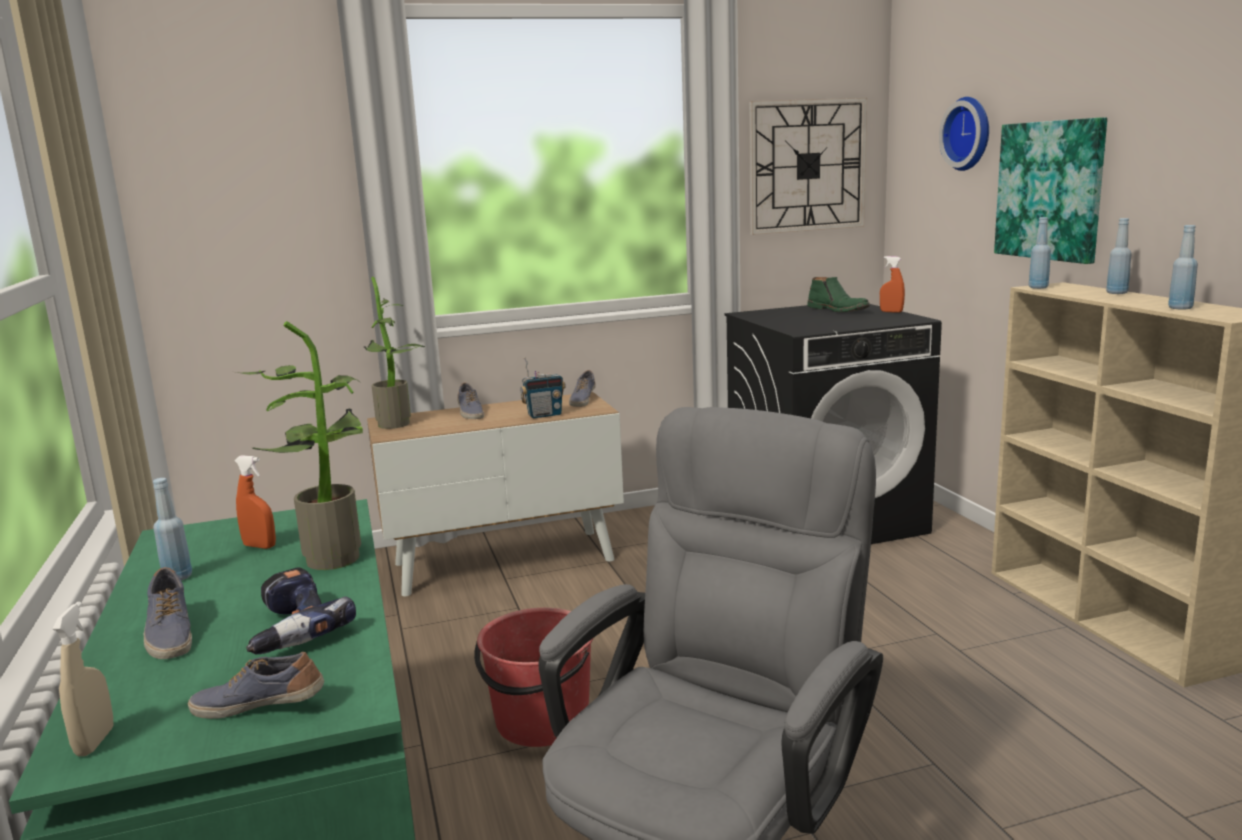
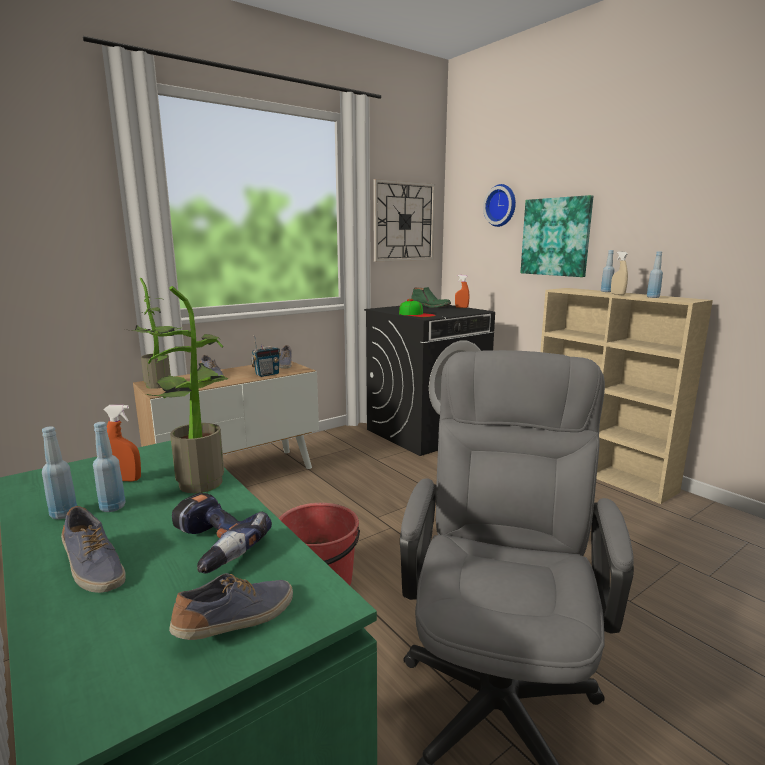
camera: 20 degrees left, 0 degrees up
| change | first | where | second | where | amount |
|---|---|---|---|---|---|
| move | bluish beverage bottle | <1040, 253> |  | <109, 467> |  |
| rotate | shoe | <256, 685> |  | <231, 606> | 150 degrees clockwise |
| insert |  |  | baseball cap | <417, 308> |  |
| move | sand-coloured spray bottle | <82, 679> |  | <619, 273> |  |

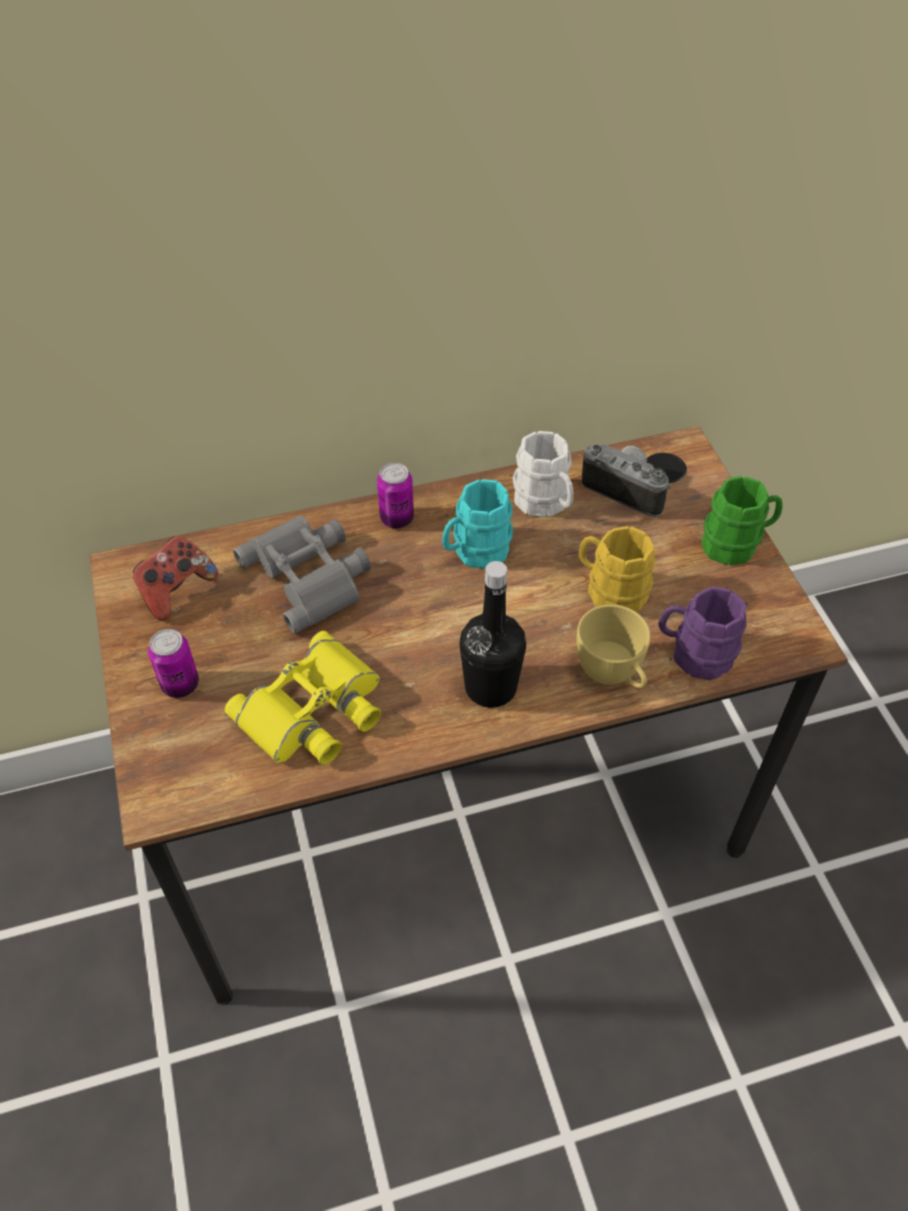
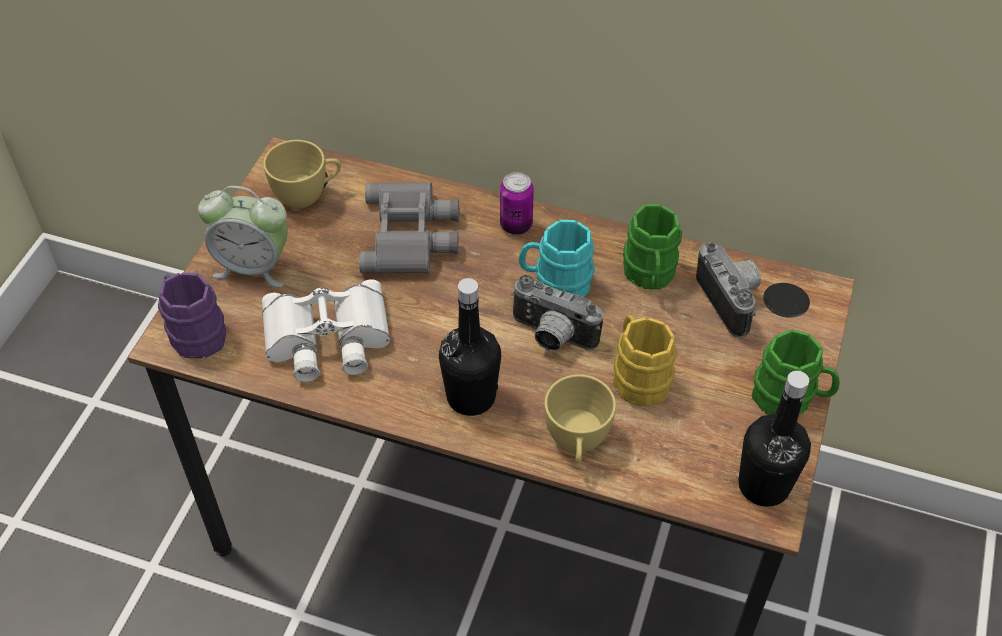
camera: 35 degrees right, 0 degrees up
| change | first | where | second | where | amount |
|---|---|---|---|---|---|
| move | purple tea mug | <703, 633> |  | <192, 315> |  |
| replace | metal can | <173, 663> | alarm clock | <243, 236> |  |
| recolor | yellowish field glasses | <303, 698> | whitish field glasses | <326, 330> |  |
| replace | game controller | <175, 578> | yellowish drinking cup | <302, 174> |  |
| insert |  |  | still camera | <557, 313> |  |
| recolor | whitish tea mug | <543, 474> | green tea mug | <652, 246> |  |
| insert |  |  | black beverage bottle | <774, 439> |  |

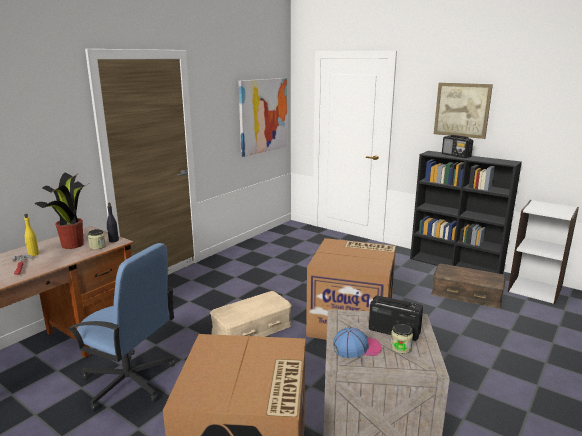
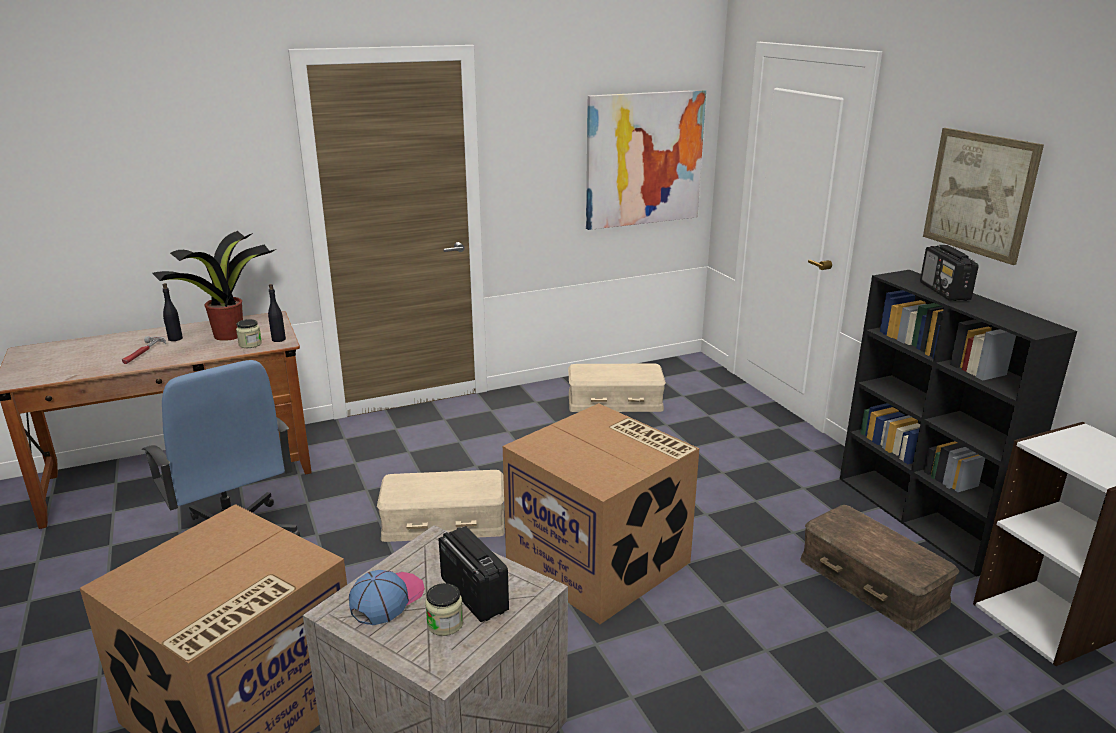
camera: 30 degrees right, 5 degrees up
| change | first | where | second | where | amount |
|---|---|---|---|---|---|
| recolor | yellowish beverage bottle | <31, 235> | black beverage bottle | <172, 312> |  |
| rotate | baseball cap | <357, 342> |  | <387, 597> | 75 degrees counterclockwise |
| insert |  |  | sand-coloured storage box | <617, 388> |  |

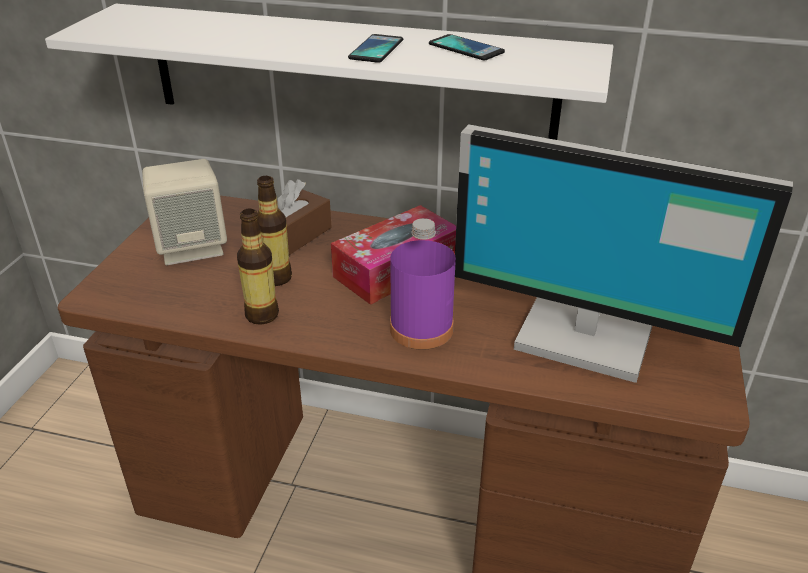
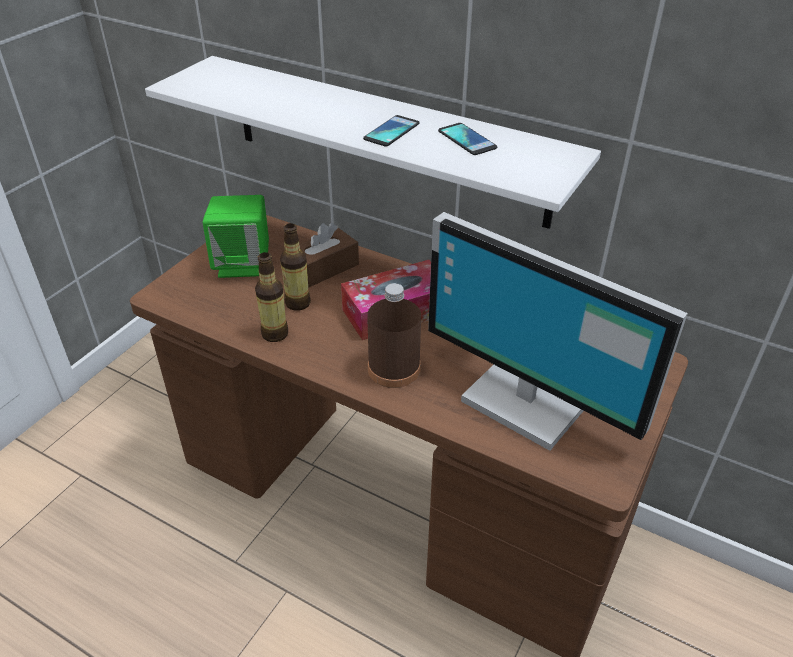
camera: 15 degrees right, 5 degrees up
| change | first | where | second | where | amount |
|---|---|---|---|---|---|
| recolor | sand-coloured audio speaker | <184, 212> | green audio speaker | <236, 236> |  |
| recolor | purple beverage bottle | <423, 284> | brown beverage bottle | <394, 335> |  |

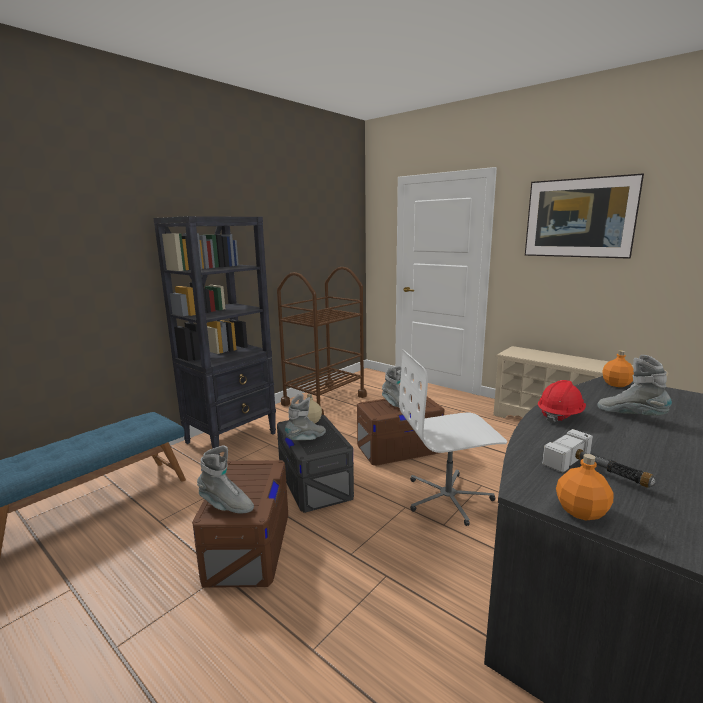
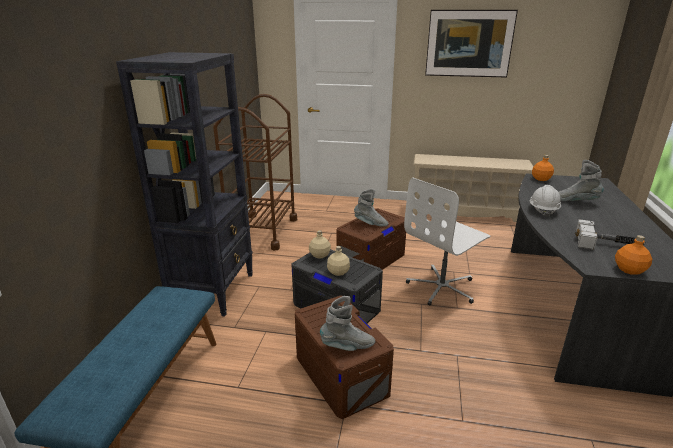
camera: 30 degrees left, 10 degrees up
| change | first | where | second | where | amount |
|---|---|---|---|---|---|
| replace | gray tall boot | <305, 417> | sand-coloured beverage bottle | <338, 261> |  |
| recolor | red hard hat | <562, 401> | whitish hard hat | <545, 201> |  |

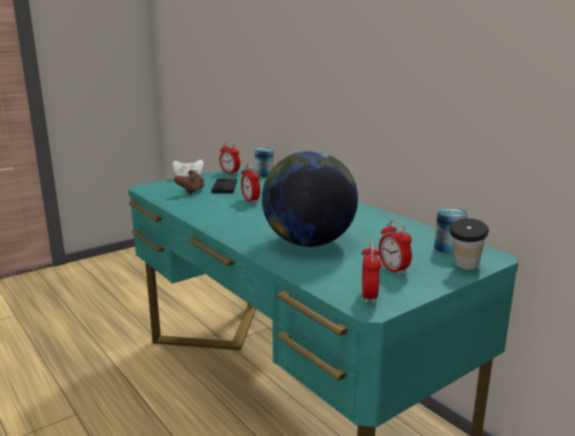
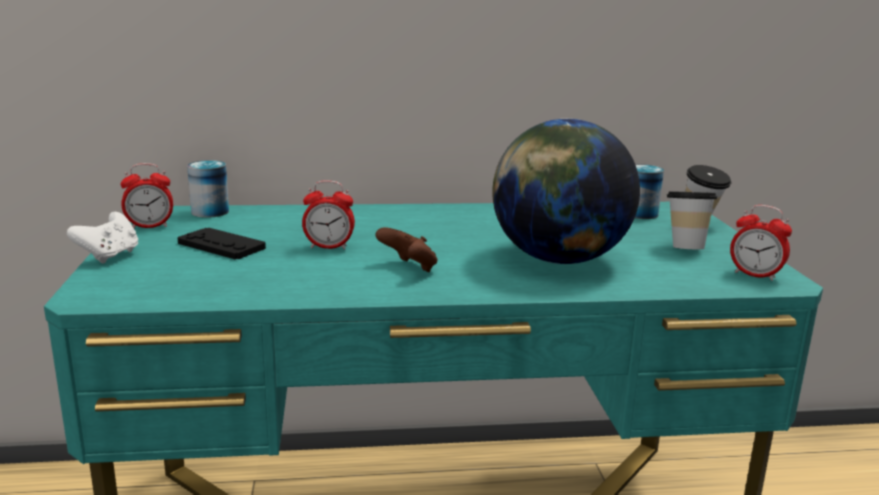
camera: 60 degrees left, 0 degrees up
| change | first | where | second | where | amount |
|---|---|---|---|---|---|
| move | brown game controller | <189, 182> |  | <407, 249> |  |
| replace | alarm clock | <395, 247> | drinking cup | <692, 220> |  |

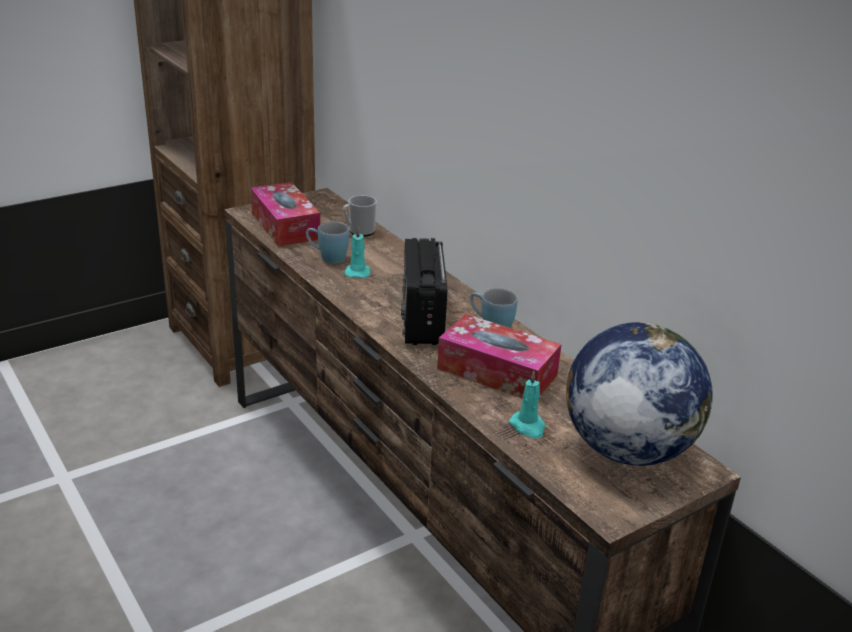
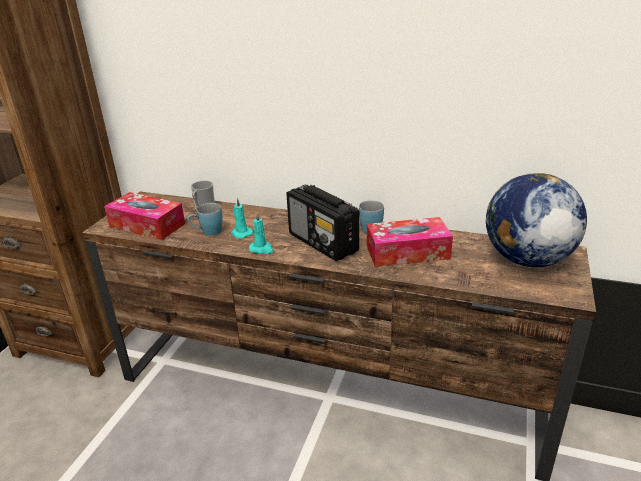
camera: 35 degrees left, 0 degrees up
| change | first | where | second | where | amount |
|---|---|---|---|---|---|
| move | blue-green wax light | <527, 405> |  | <261, 233> |  |

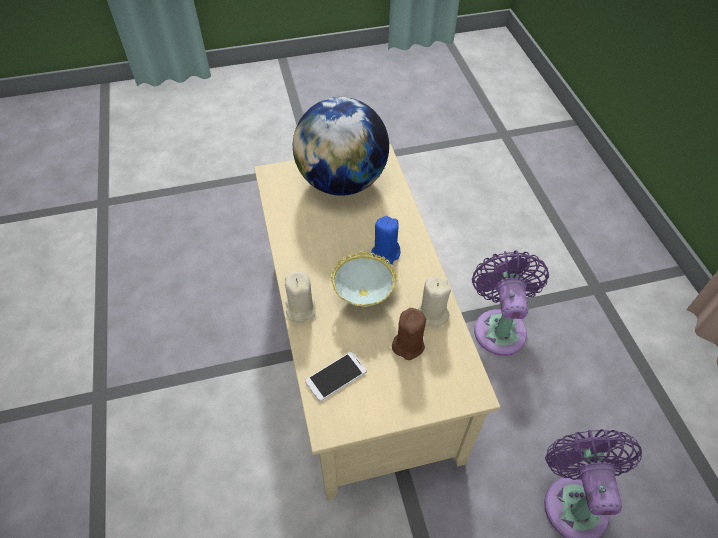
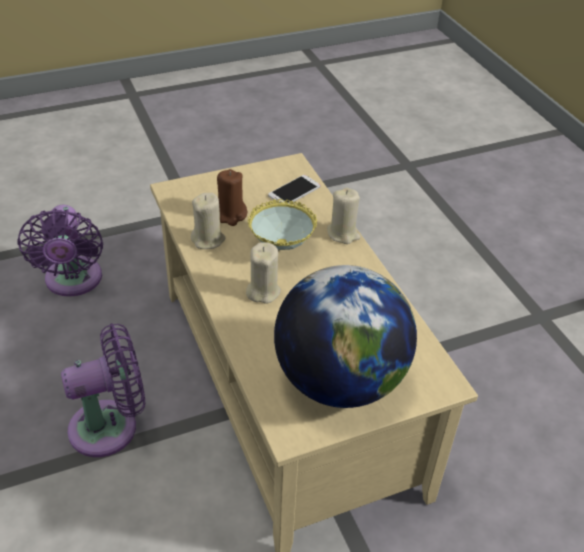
camera: 170 degrees right, 10 degrees down
| change | first | where | second | where | amount |
|---|---|---|---|---|---|
| rotate | purple fan | <510, 303> |  | <103, 390> | 105 degrees counterclockwise |
| recolor | bluish wax light | <385, 240> | sand-coloured wax light | <263, 273> |  |

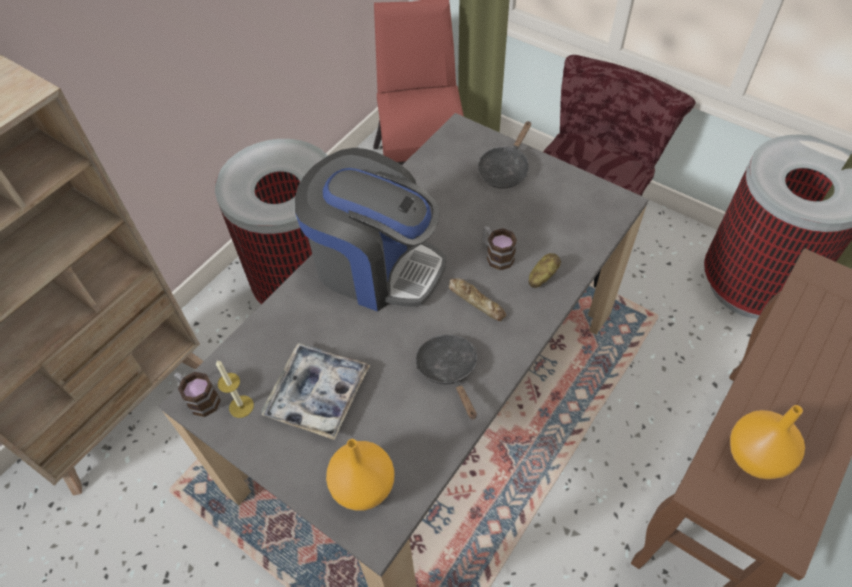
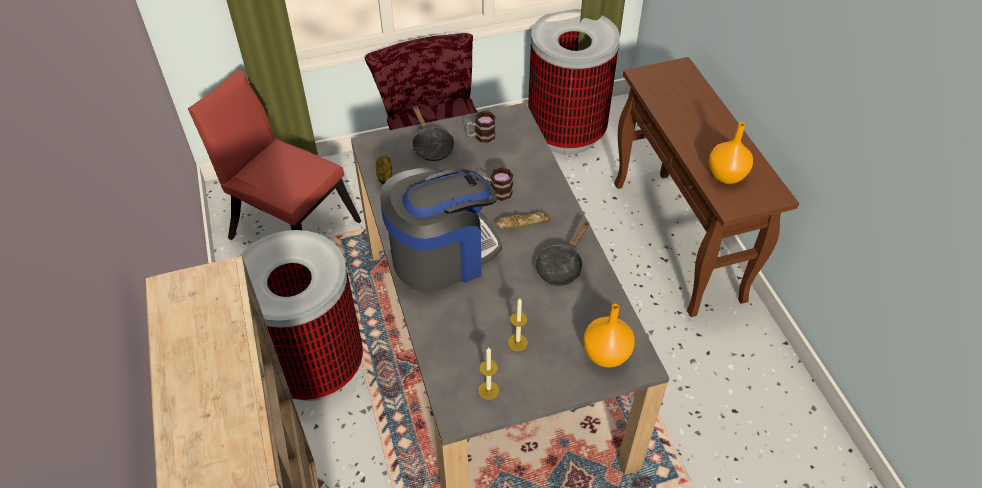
camera: 55 degrees left, 5 degrees down
| change | first | where | second | where | amount |
|---|---|---|---|---|---|
| move | potato | <545, 270> |  | <384, 170> |  |
| move | tea mug | <197, 394> |  | <480, 127> |  |
| replace | serving tray | <315, 391> | wax light | <518, 324> |  |
| rotate | black pan | <446, 376> |  | <562, 253> | 75 degrees counterclockwise |

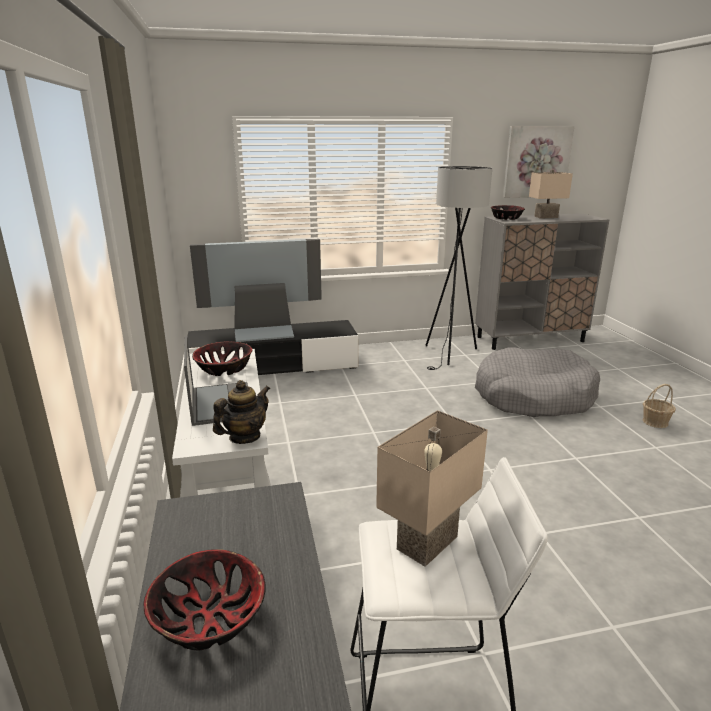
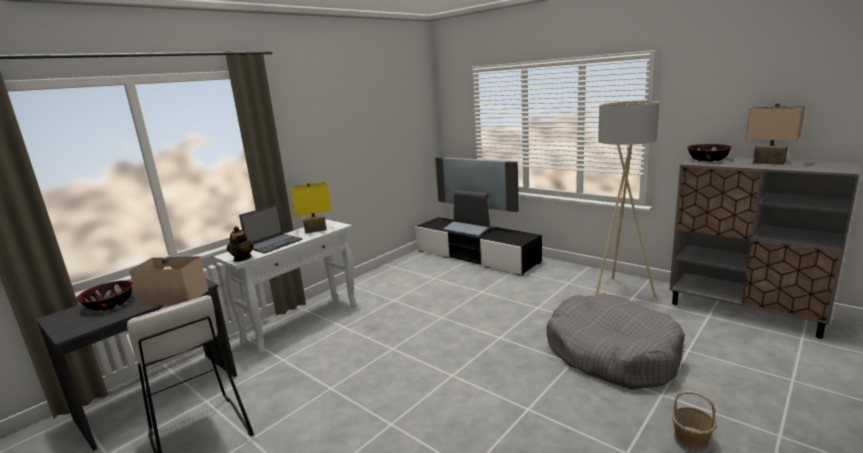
camera: 55 degrees right, 5 degrees down
| change | first | where | second | where | amount |
|---|---|---|---|---|---|
| rotate | teapot | <241, 412> |  | <240, 244> | 105 degrees counterclockwise |
| replace | bowl | <222, 358> | yellowish table lamp | <310, 208> |  |
| recolor | black standard lamp | <458, 268> | sand-coloured standard lamp | <615, 199> |  |
| delete | wall picture | <538, 162> |  |  |  |

